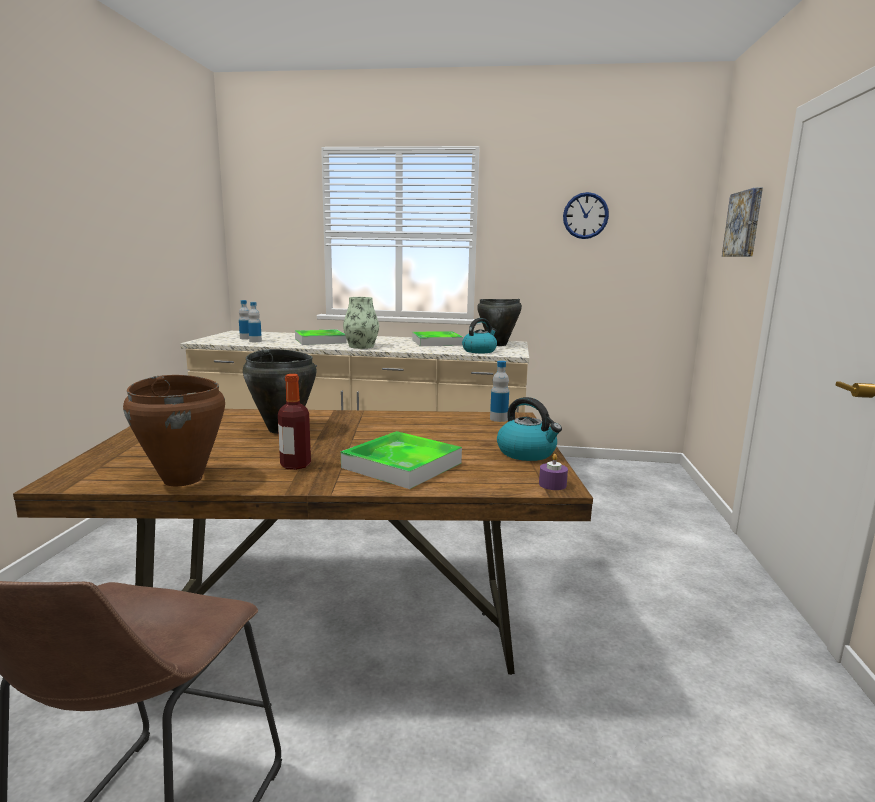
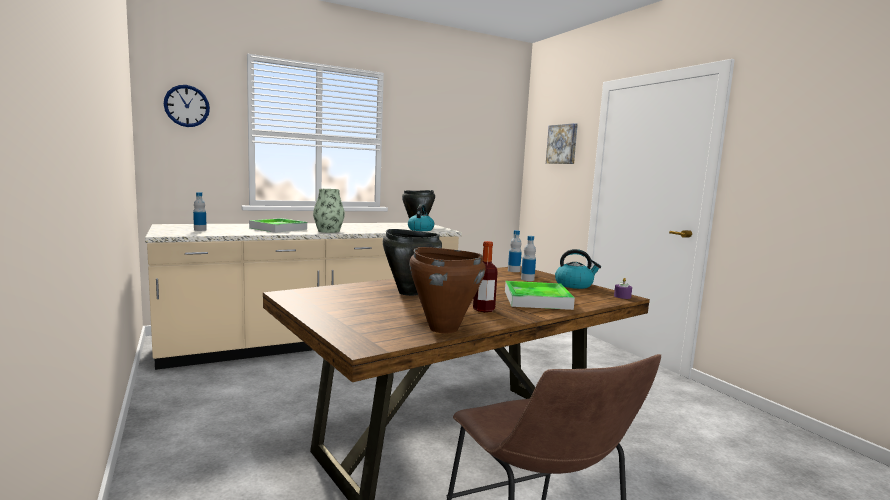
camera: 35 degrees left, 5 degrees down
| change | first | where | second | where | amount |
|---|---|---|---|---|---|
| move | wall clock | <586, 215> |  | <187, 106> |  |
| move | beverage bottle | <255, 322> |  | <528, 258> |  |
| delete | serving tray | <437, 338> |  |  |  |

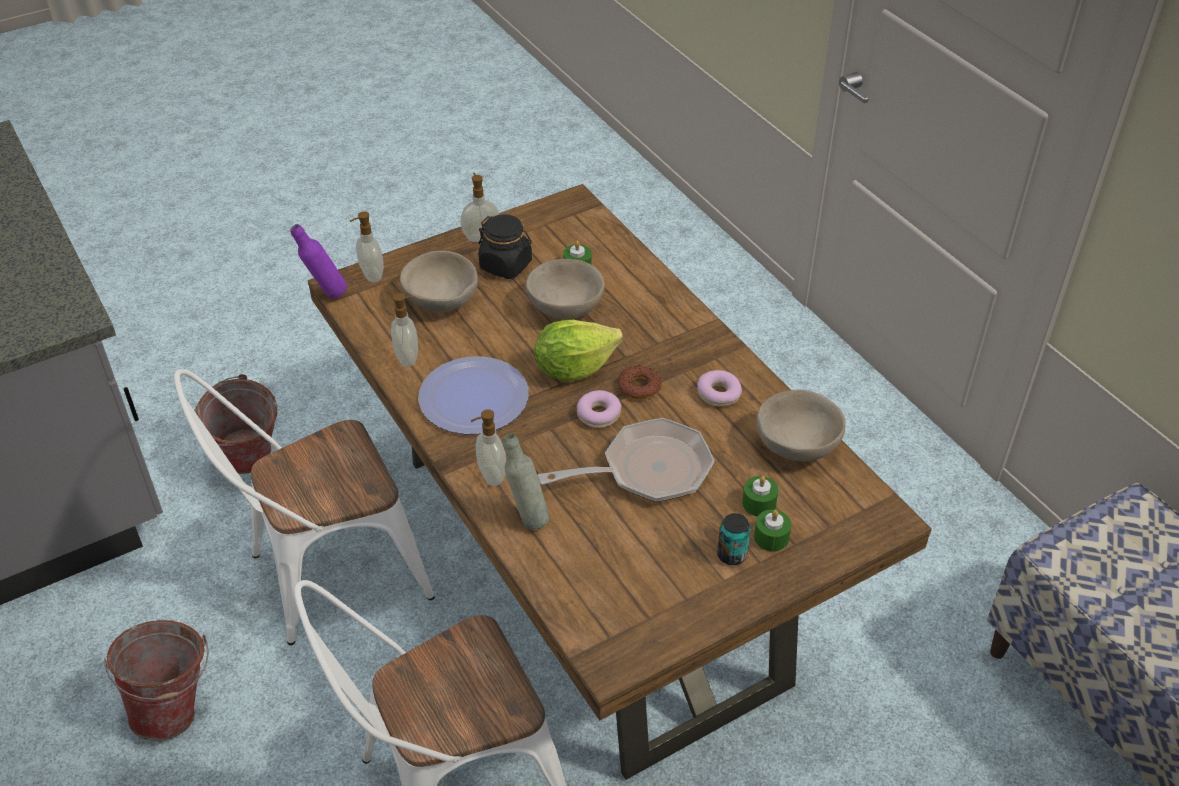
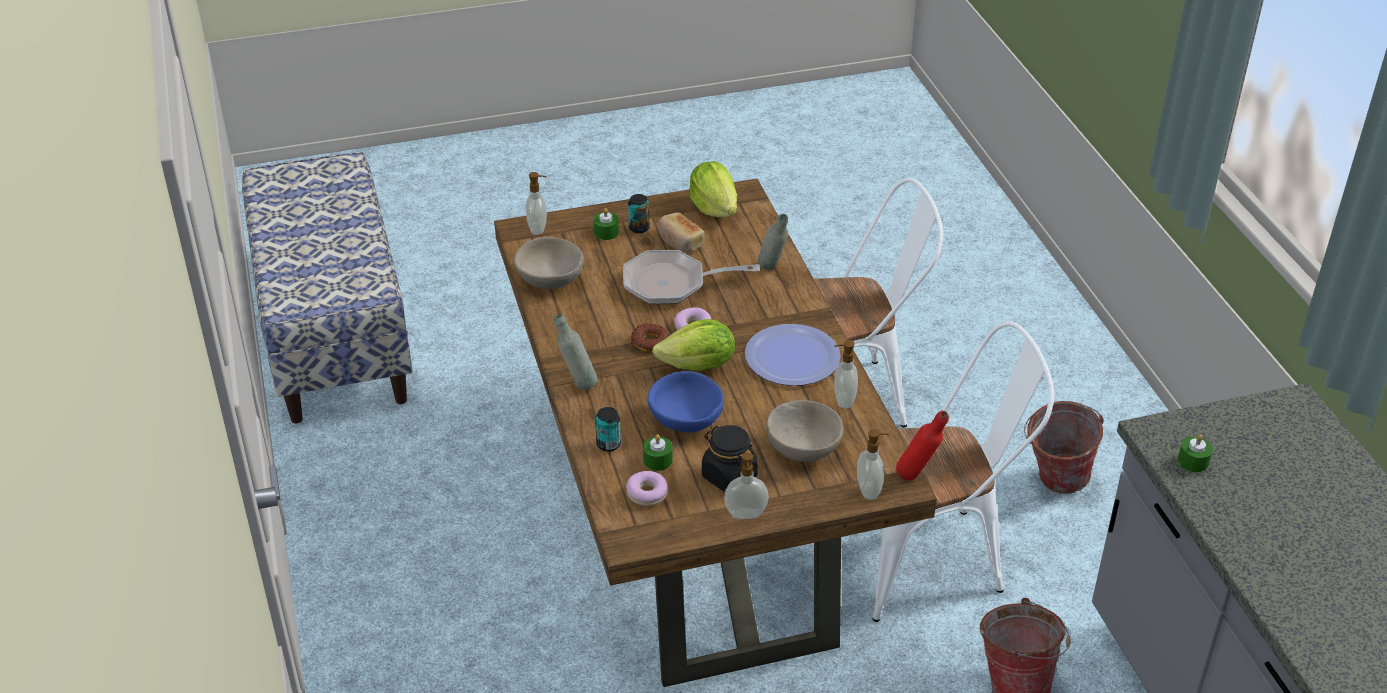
camera: 165 degrees left, 5 degrees down
| change | first | where | second | where | amount |
|---|---|---|---|---|---|
| move | liquid soap bottle | <488, 447> |  | <536, 203> |  |
| insert |  |  | gray beverage bottle | <576, 351> |  |
| insert |  |  | metal can | <608, 429> |  |
| move | ring doughnut | <719, 388> |  | <647, 488> |  |
| recolor | sand-coloured bowl | <565, 289> | bluish bowl | <686, 402> |  |
| insert |  |  | bakery bread | <681, 232> |  |
| insert |  |  | lettuce | <713, 189> |  |
| recolor | purple beverage bottle | <318, 261> | red beverage bottle | <922, 446> |  |
| move | green wax light | <760, 496> |  | <1195, 453> |  |

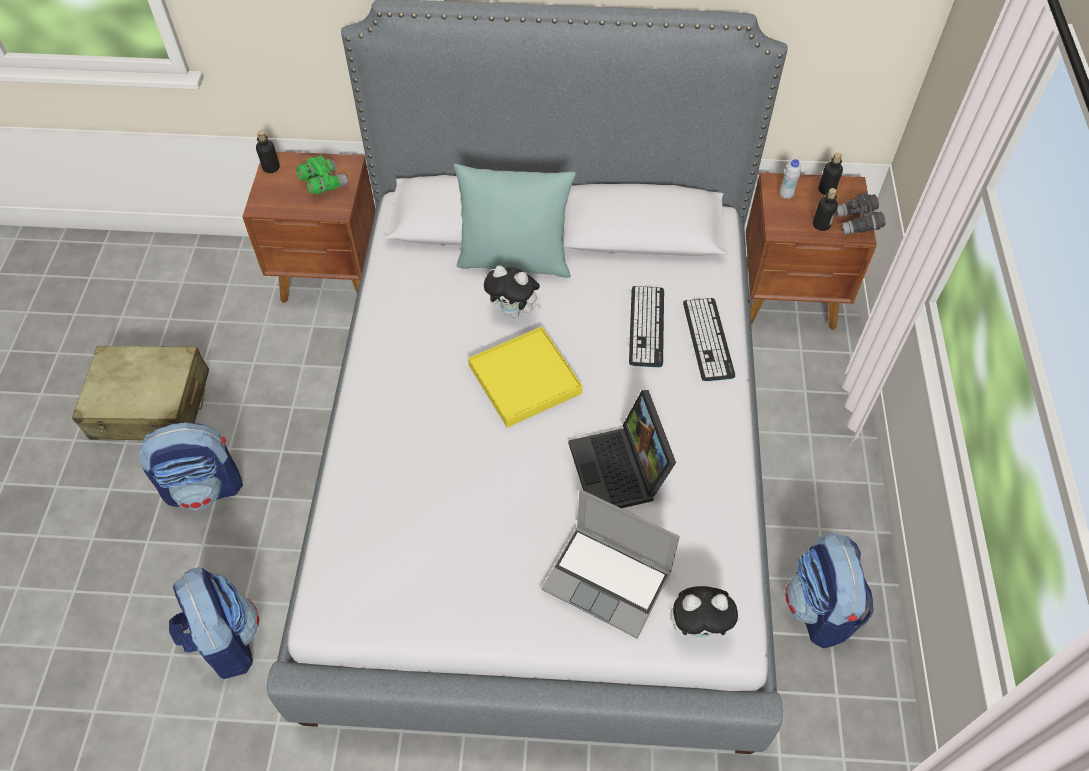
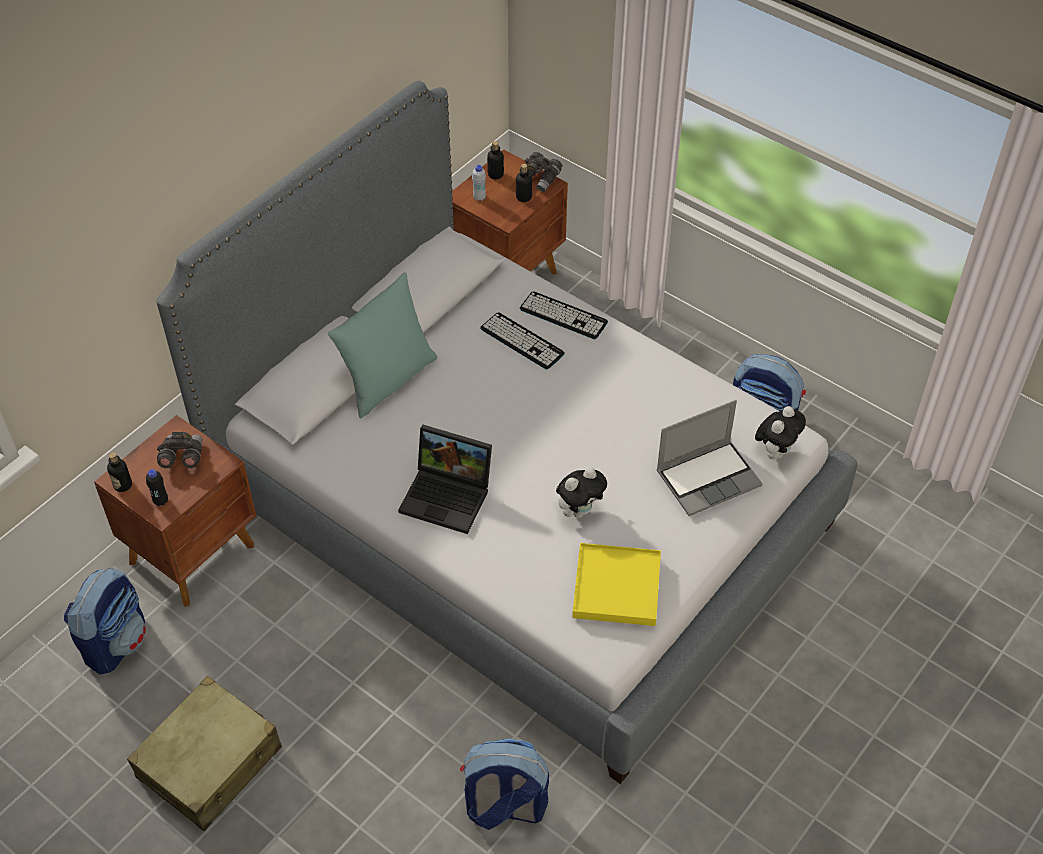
camera: 55 degrees left, 5 degrees down
| change | first | where | second | where | amount |
|---|---|---|---|---|---|
| move | backpack | <191, 466> |  | <105, 621> |  |
| insert |  |  | black beverage bottle | <157, 487> |  |
| recolor | green field glasses | <322, 174> | gray field glasses | <180, 450> |  |
| move | laptop | <622, 449> |  | <445, 479> |  |
| move | plush toy | <513, 291> |  | <581, 492> |  |
| move | yellowish serving tray | <525, 377> |  | <616, 584> |  |

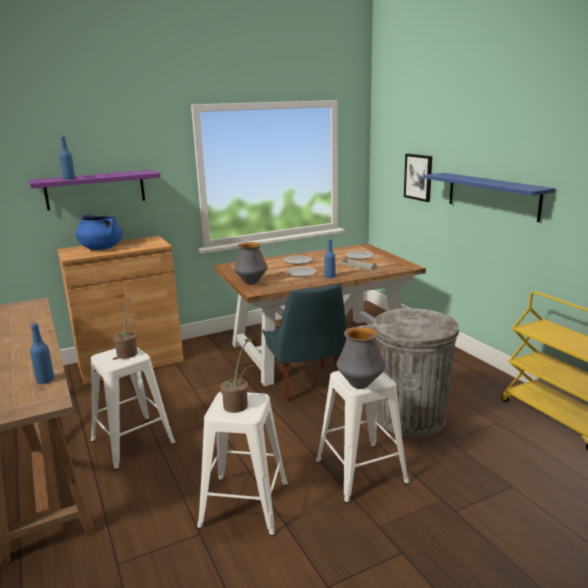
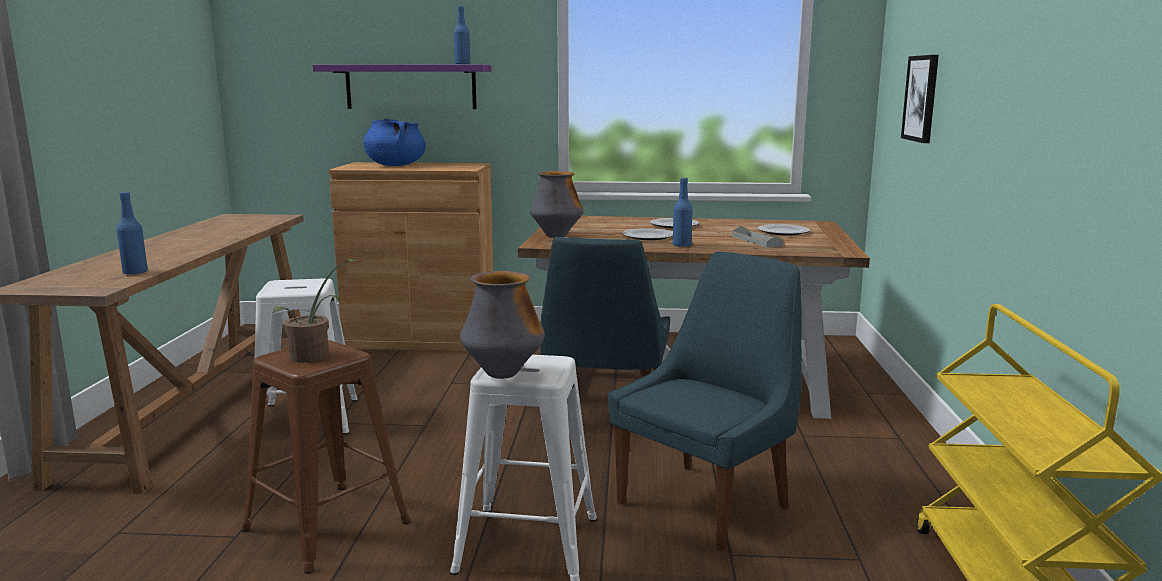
camera: 30 degrees right, 5 degrees down
| change | first | where | second | where | amount |
|---|---|---|---|---|---|
| recolor | whitish sitting stool | <242, 464> | brown sitting stool | <326, 457> |  |
| move | bluish beverage bottle | <67, 157> |  | <462, 35> |  |
| replace | gray trash can | <416, 372> | bluish upright chair | <705, 402> |  |
| delete | potted plant | <127, 329> |  |  |  |
| delete | bluish shelf | <490, 197> |  |  |  |

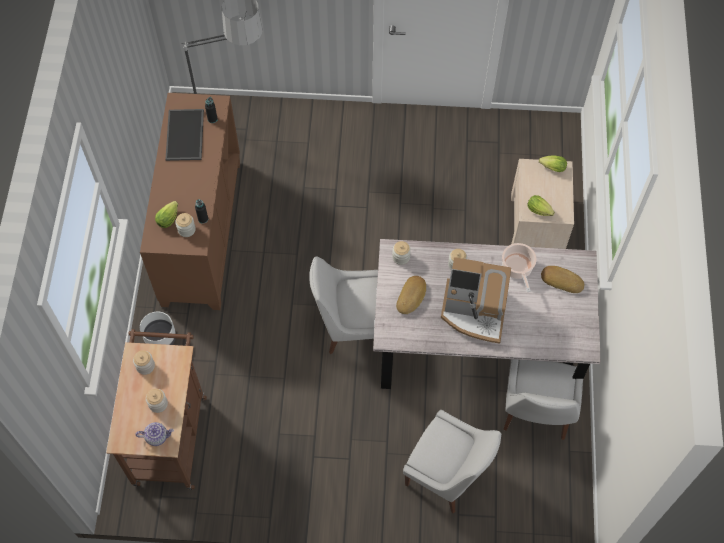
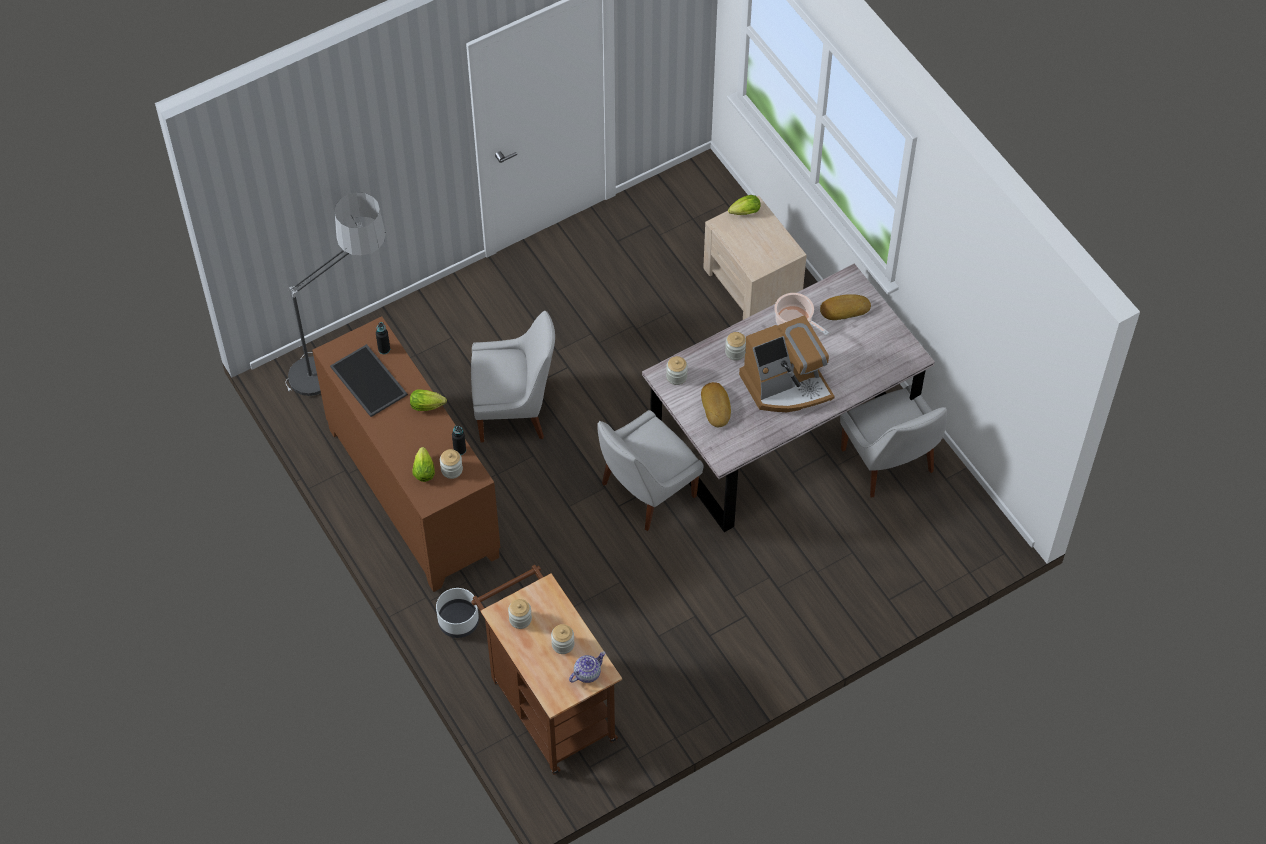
camera: 35 degrees left, 5 degrees down
| change | first | where | second | where | amount |
|---|---|---|---|---|---|
| move | lettuce | <541, 205> |  | <428, 400> |  |
| move | whitish upright chair | <452, 461> |  | <513, 376> |  |

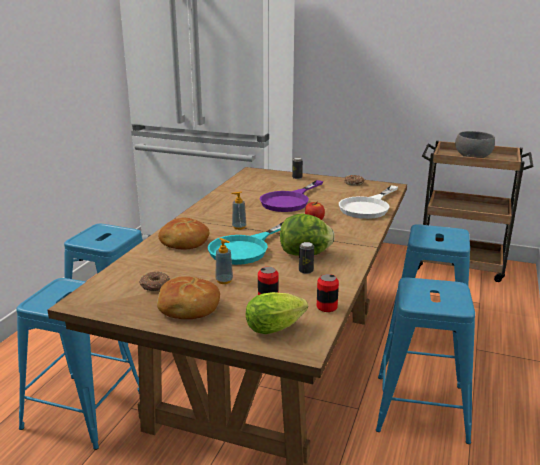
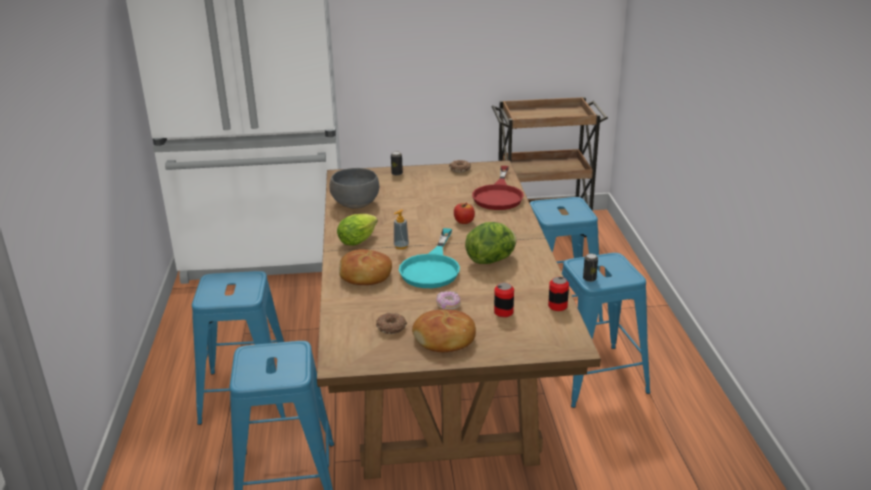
camera: 25 degrees left, 5 degrees up
| change | first | where | second | where | amount |
|---|---|---|---|---|---|
| move | gray bowl | <475, 144> |  | <354, 188> |  |
| move | lettuce | <277, 313> |  | <357, 230> |  |
| replace | liquid soap bottle | <224, 261> | ring doughnut | <448, 300> |  |
| recolor | whitish pan | <368, 202> | red pan | <498, 188> |  |
| move | metal can | <306, 258> |  | <590, 268> |  |
| delete | purple pan | <291, 196> |  |  |  |

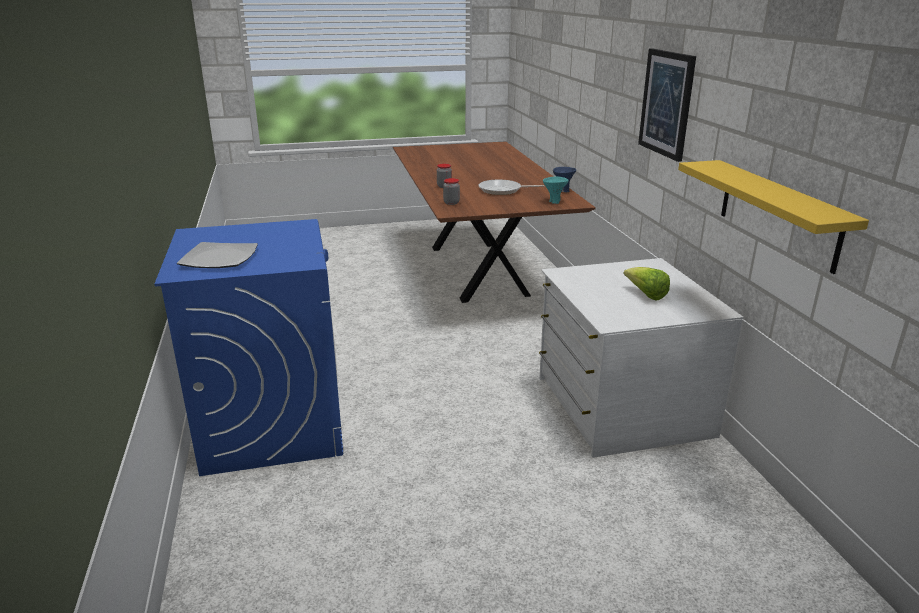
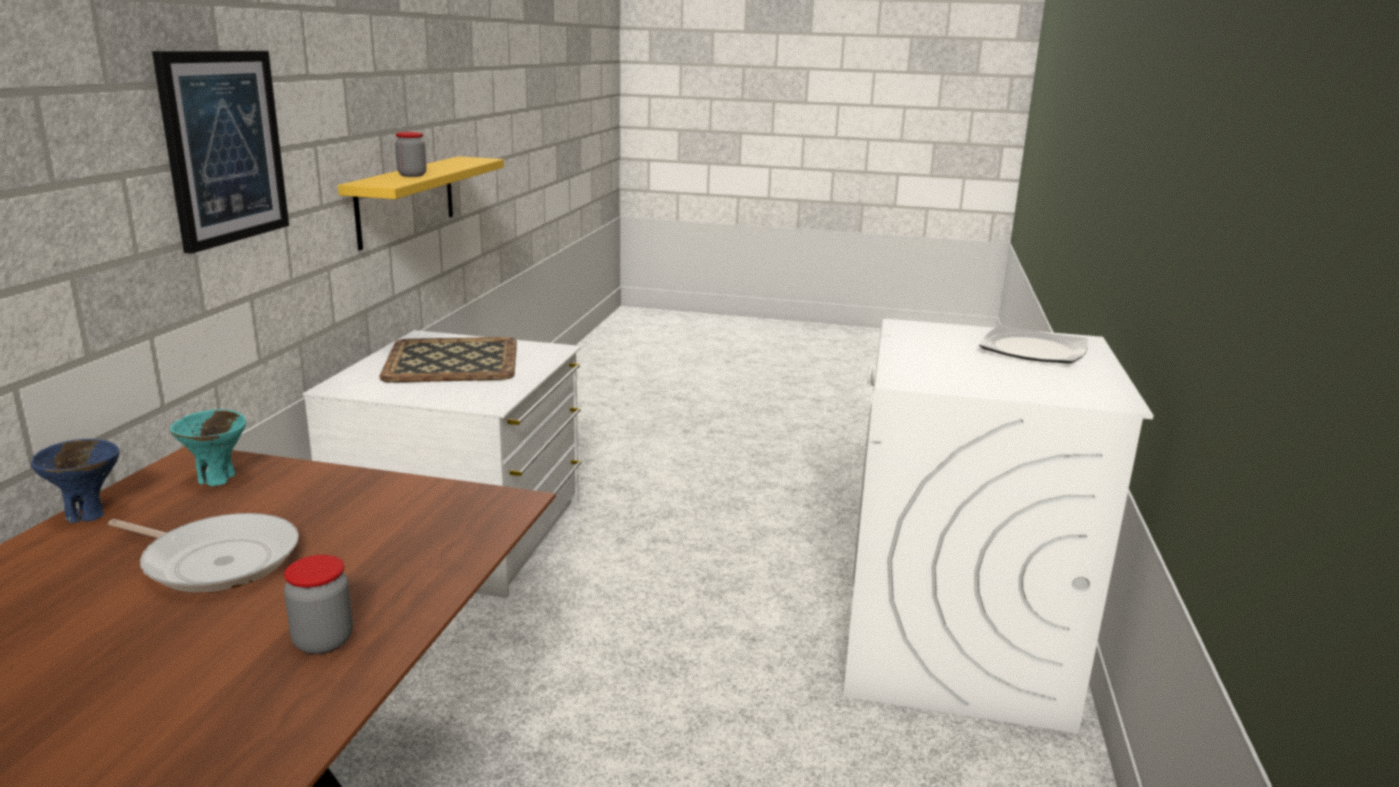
camera: 155 degrees left, 5 degrees down
| change | first | where | second | where | amount |
|---|---|---|---|---|---|
| replace | lettuce | <647, 284> | serving tray | <448, 360> |  |
| move | preserve jar | <451, 191> |  | <411, 154> |  |
| recolor | bluish washing machine | <248, 347> | whitish washing machine | <998, 526> |  |

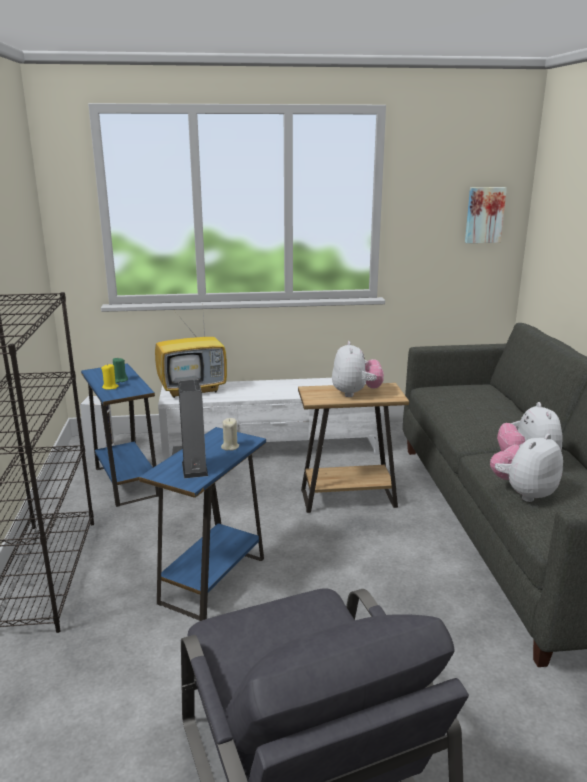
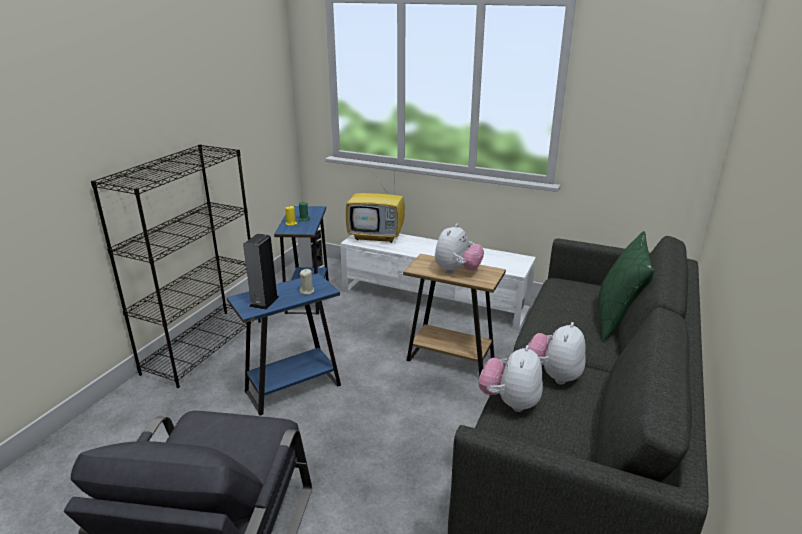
camera: 30 degrees right, 5 degrees up
| change | first | where | second | where | amount |
|---|---|---|---|---|---|
| rotate | plush toy | <526, 468> |  | <511, 378> | 60 degrees counterclockwise |
| insert |  |  | green pillow | <626, 286> |  |
| delete | wall picture | <486, 215> |  |  |  |

